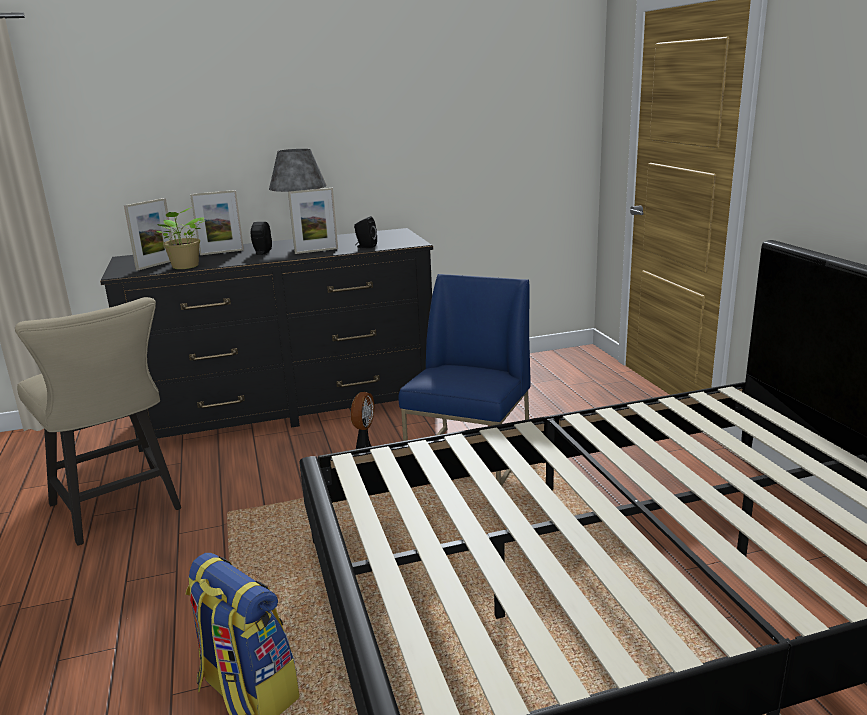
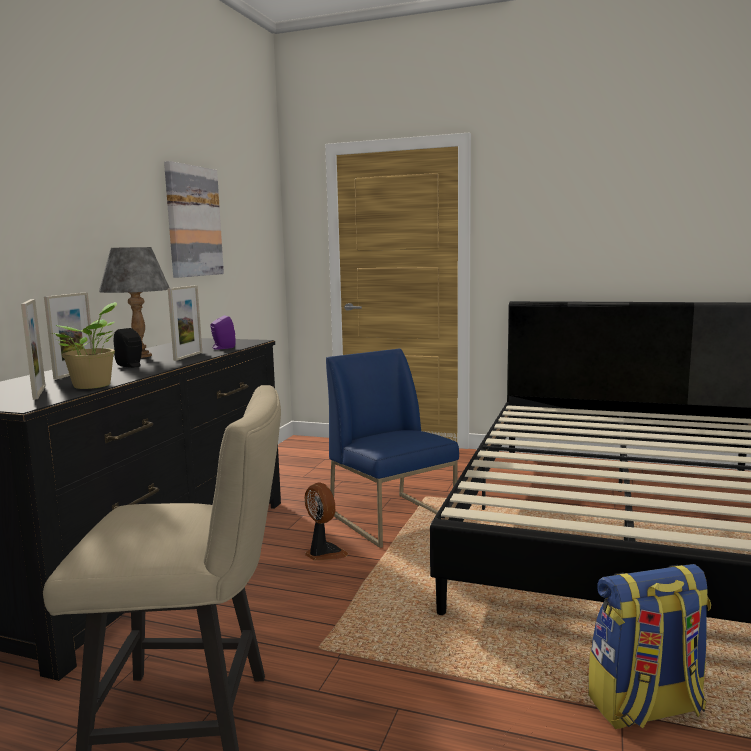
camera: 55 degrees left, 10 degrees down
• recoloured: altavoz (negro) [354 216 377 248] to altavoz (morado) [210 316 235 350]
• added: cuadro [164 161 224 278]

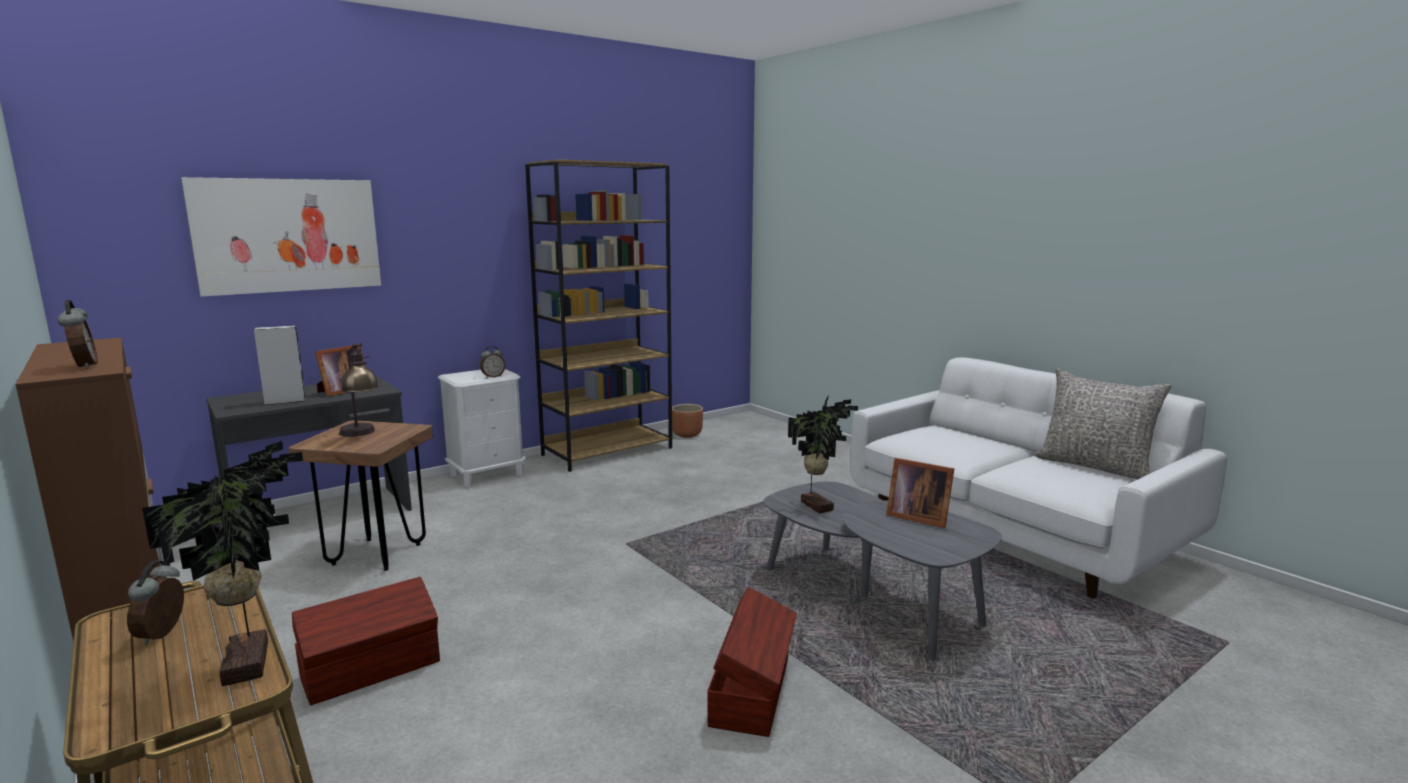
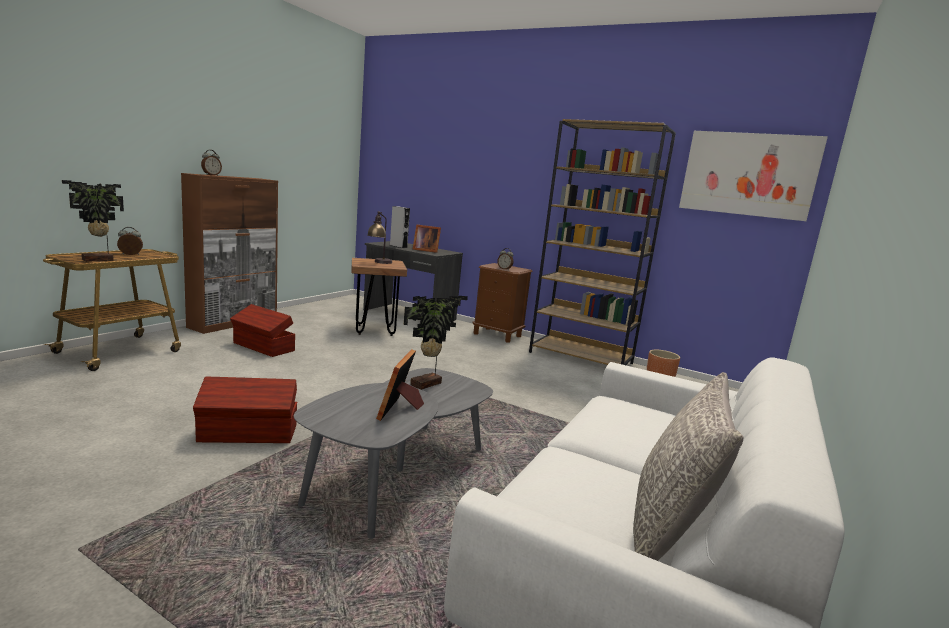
camera: 65 degrees right, 0 degrees up
• moved: cuadro [181 177 381 297] to [679 131 828 221]
• recoloured: mesita de noche (blanco) [438 369 526 488] to mesita de noche (marrón) [472 263 533 343]

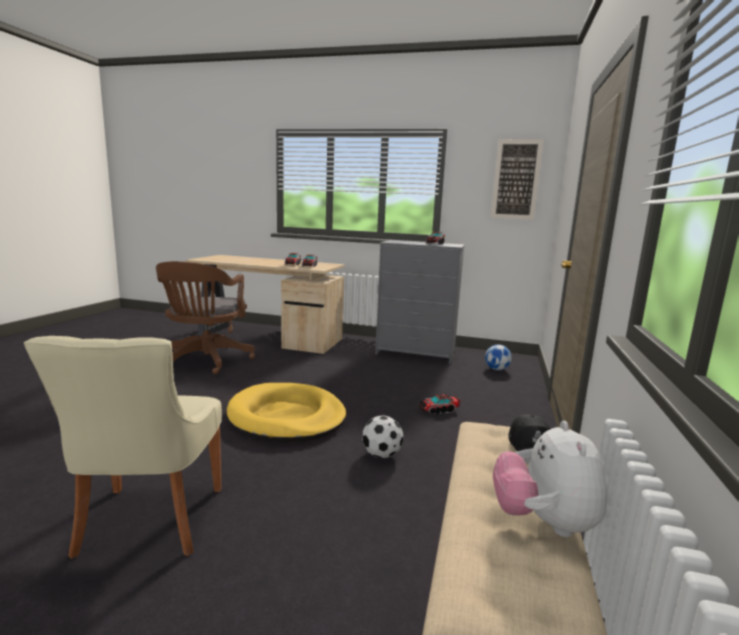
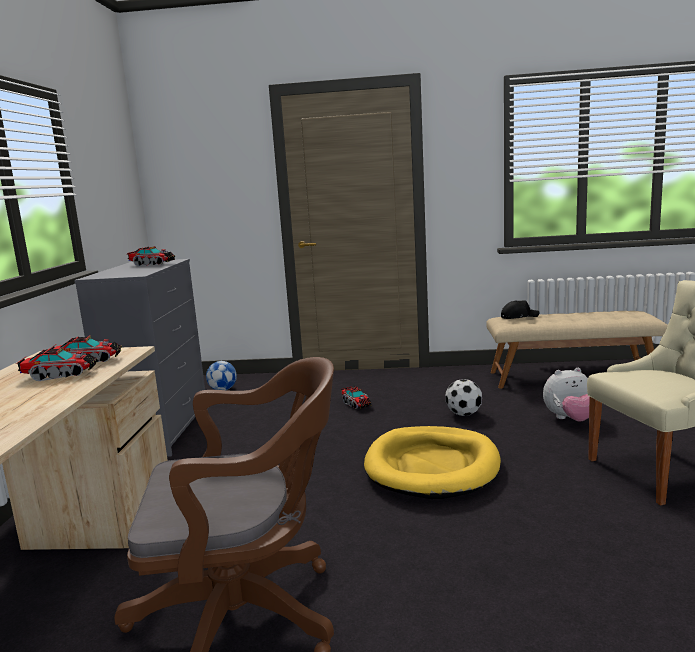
camera: 100 degrees left, 0 degrees up
• removed: cuadro [490 139 544 220]
• moved: peluche [493 421 607 537] to [543 368 590 421]

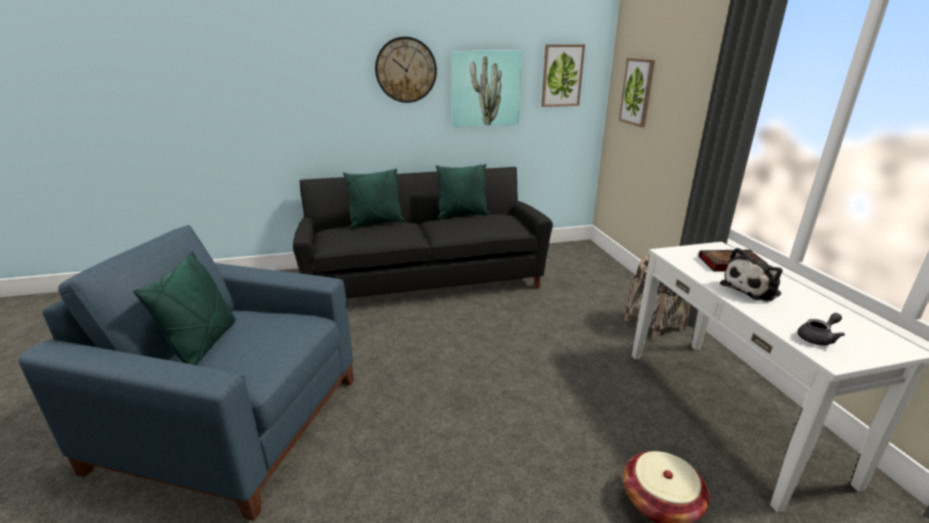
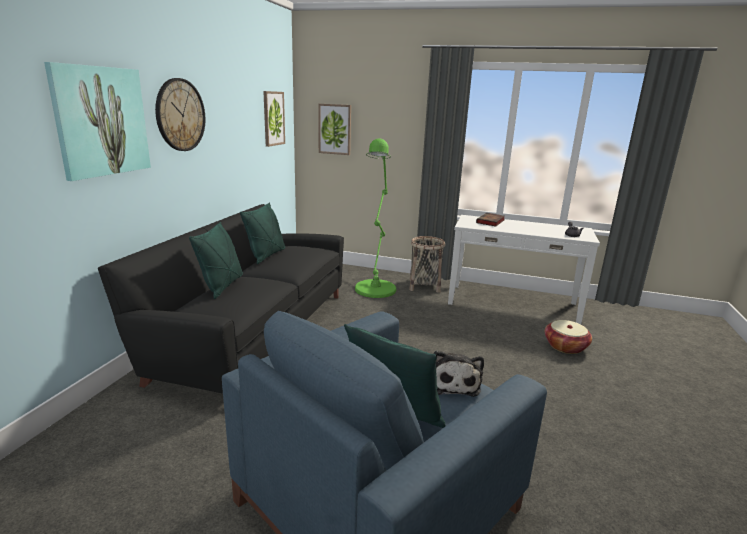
camera: 60 degrees left, 5 degrees down
• moved: cuadro [452 51 522 127] to [44 62 151 181]
• moved: peluche [720 248 782 302] to [433 350 484 397]
• added: lámpara de pie (verde) [355 139 396 298]

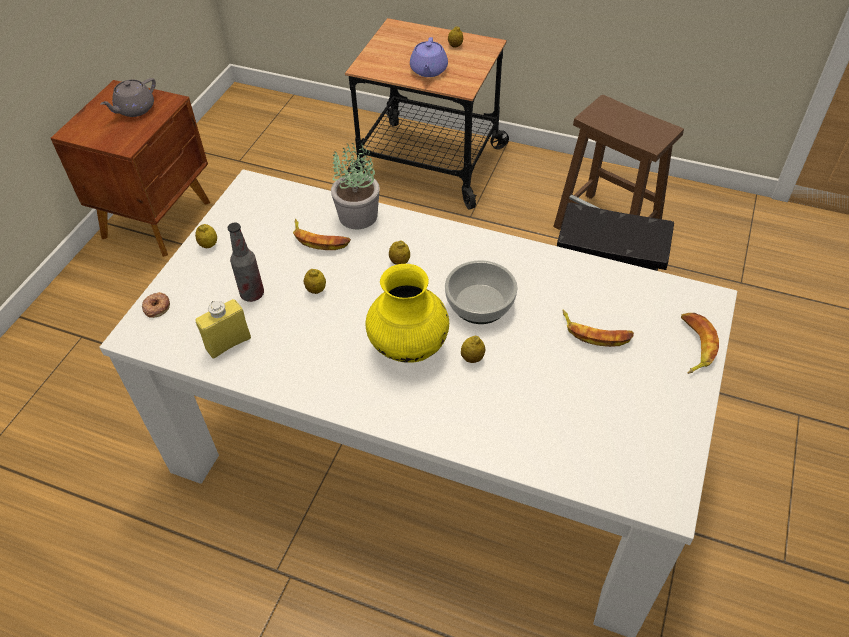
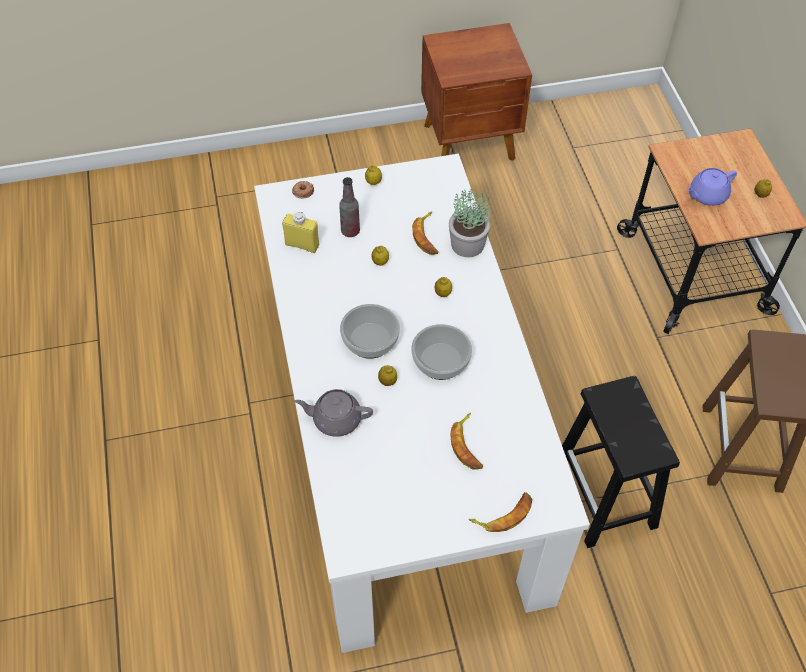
camera: 55 degrees right, 5 degrees up
• moved: tetera (gris) [100 78 156 117] to [294 389 373 437]
• replaced: florero (amarillo) [366 264 449 363] to cuenco [340 304 400 359]

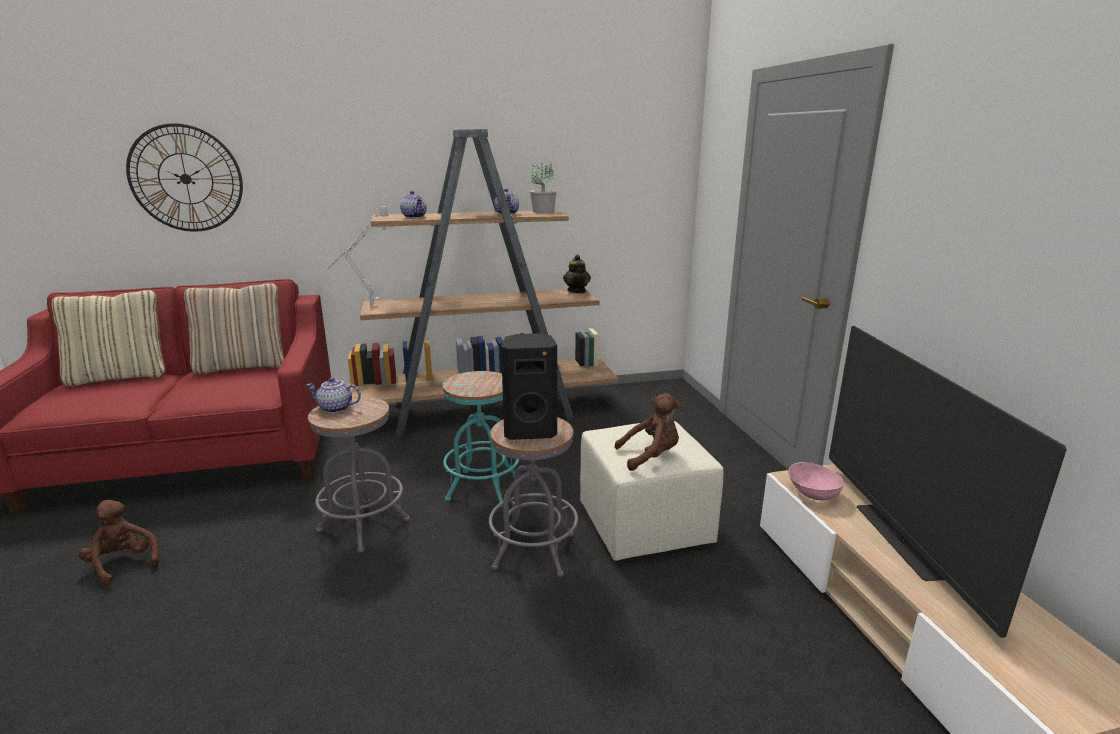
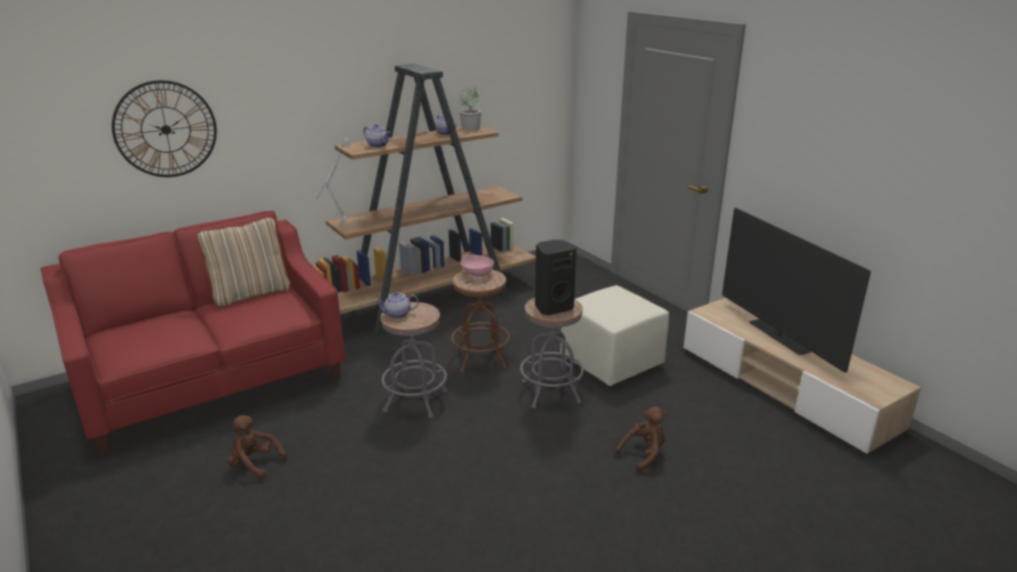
camera: 20 degrees left, 5 degrees up
• removed: tetera [563 255 591 293]
• removed: cojín (beis) [51 290 166 387]
• recoloured: taburete (turquesa) [443 371 519 507] to taburete (marrón) [451 270 510 373]
• moved: peluche (marrón) [614 393 681 471] to [615 407 667 472]
• moved: cuenco (rosa) [788 462 844 500] to [460 255 494 277]

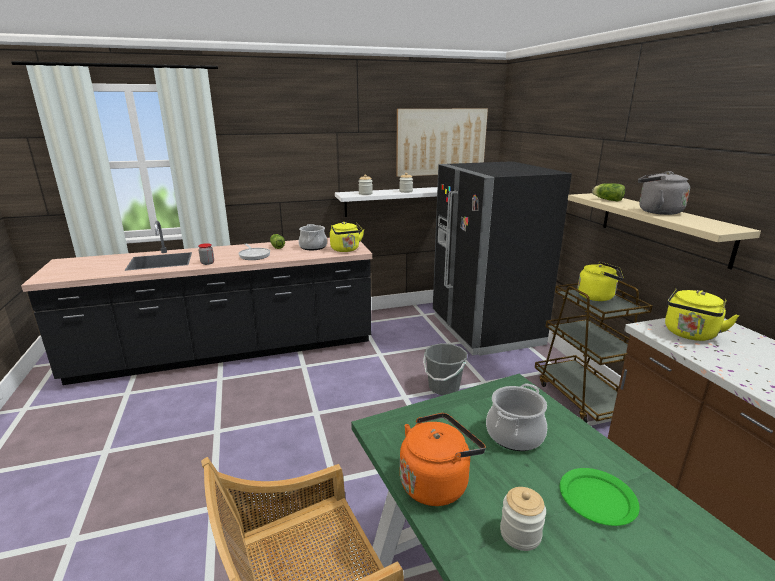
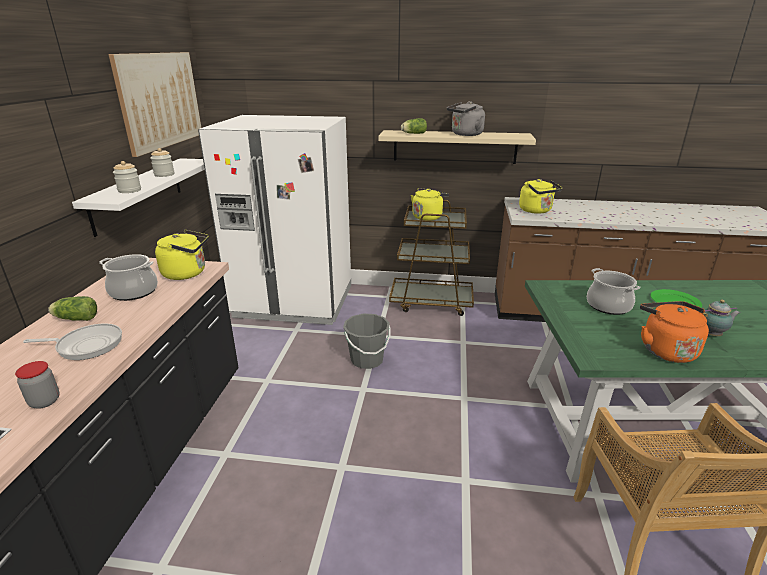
camera: 65 degrees left, 5 degrees up
• recoloured: nevera (negro) [433 161 572 356] to nevera (blanco) [198 115 351 325]
• replaced: tarro [500 487 546 551] to tetera [703 299 740 336]

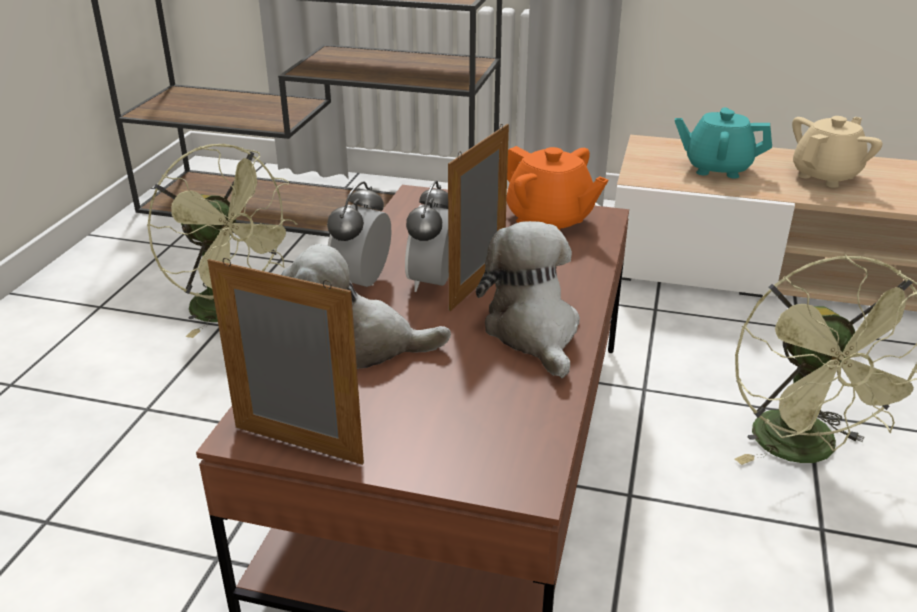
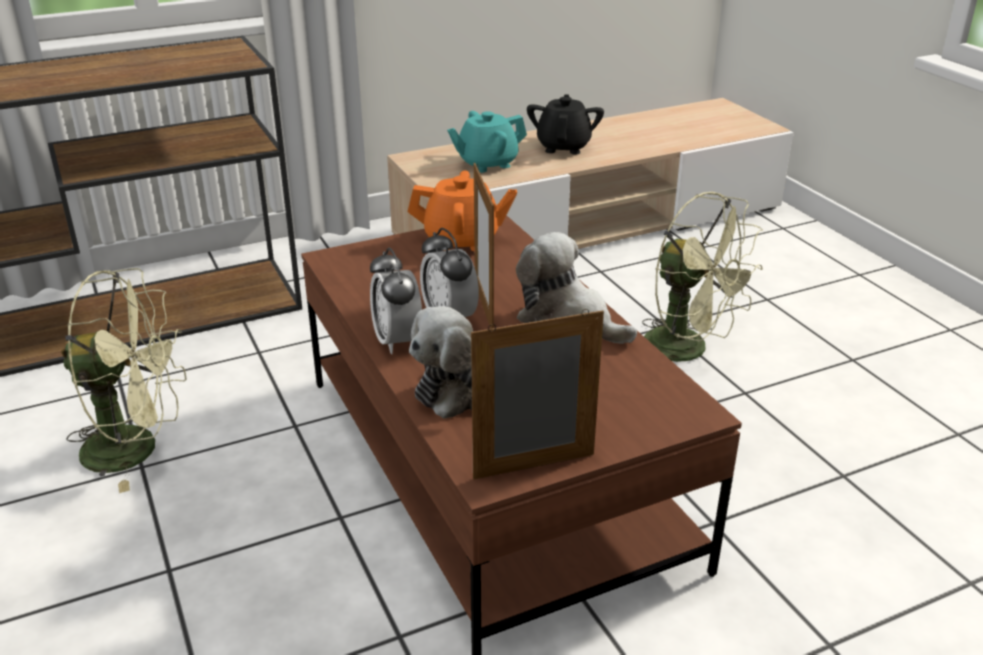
camera: 40 degrees left, 0 degrees up
• recoloured: tetera (beis) [792 116 882 188] to tetera (negro) [527 94 604 155]

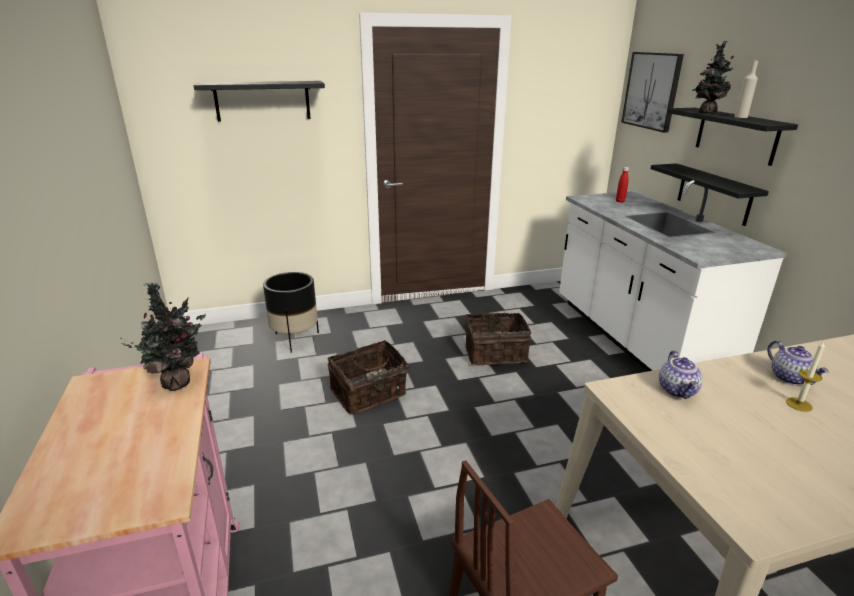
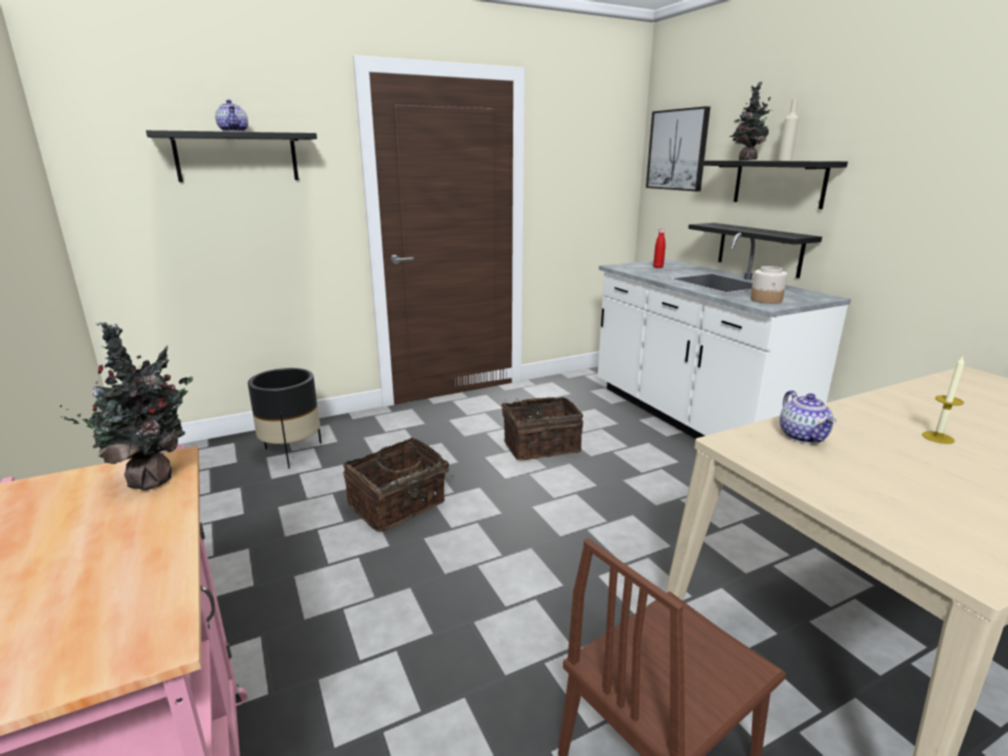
camera: 10 degrees left, 5 degrees down
• moved: tetera [767 340 829 385] to [215 100 248 132]
• added: tarro [750 266 787 304]

